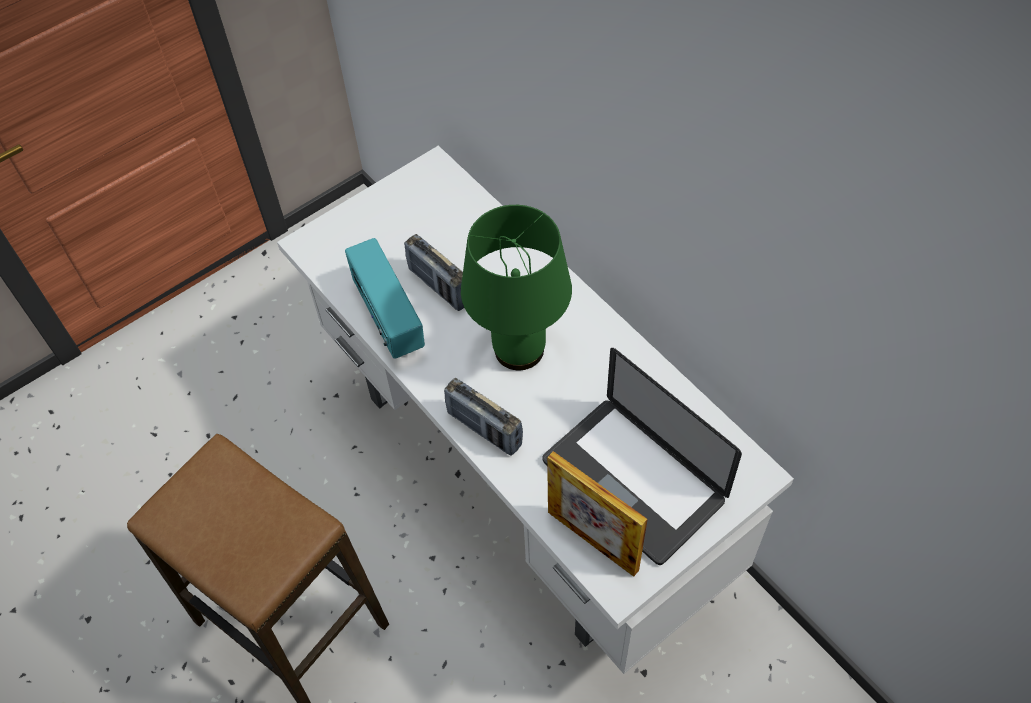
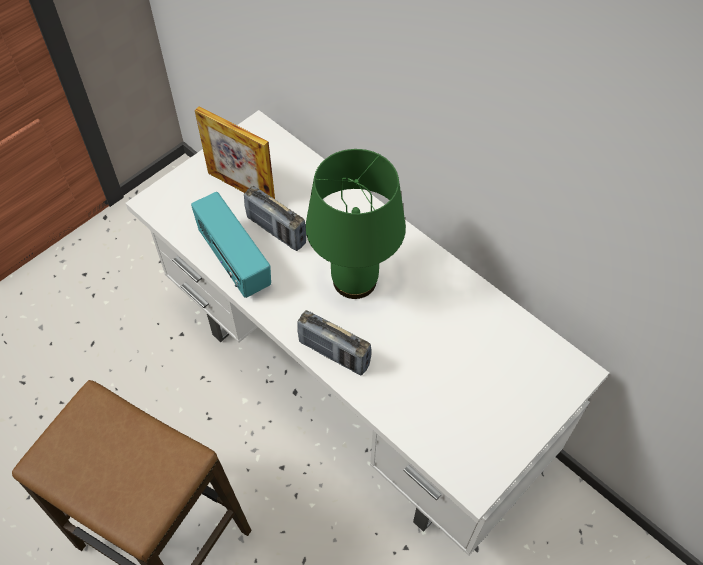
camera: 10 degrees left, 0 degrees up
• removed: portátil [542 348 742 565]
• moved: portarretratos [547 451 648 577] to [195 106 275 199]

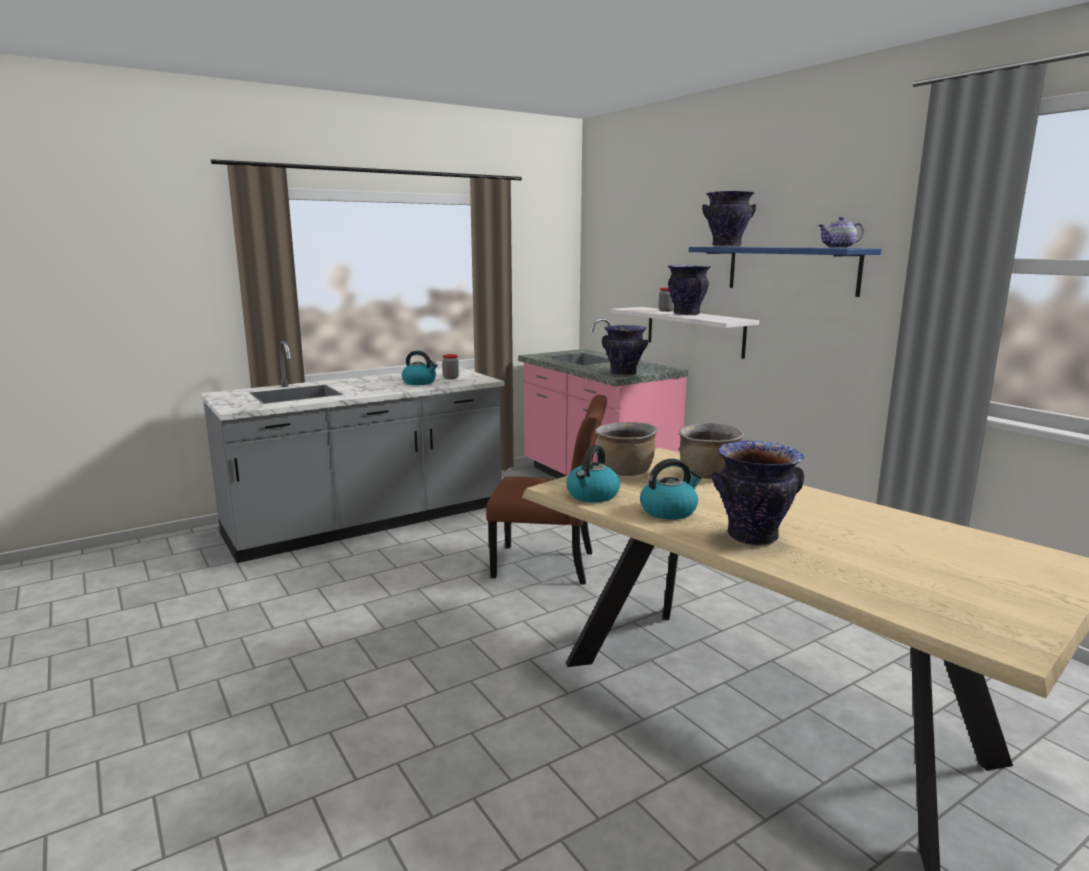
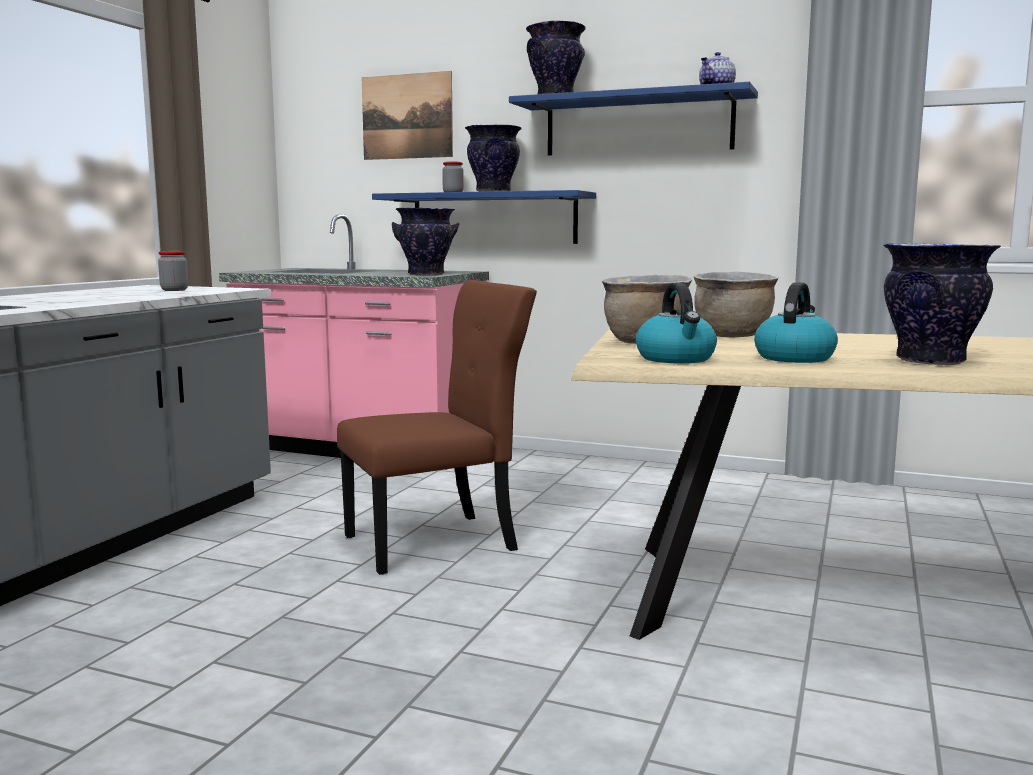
camera: 35 degrees left, 5 degrees down
• recoloured: estante (blanco) [611 307 759 359] to estante (azul) [372 190 596 244]
• removed: hervidor [402 351 438 385]
• added: cuadro [362 71 453 160]

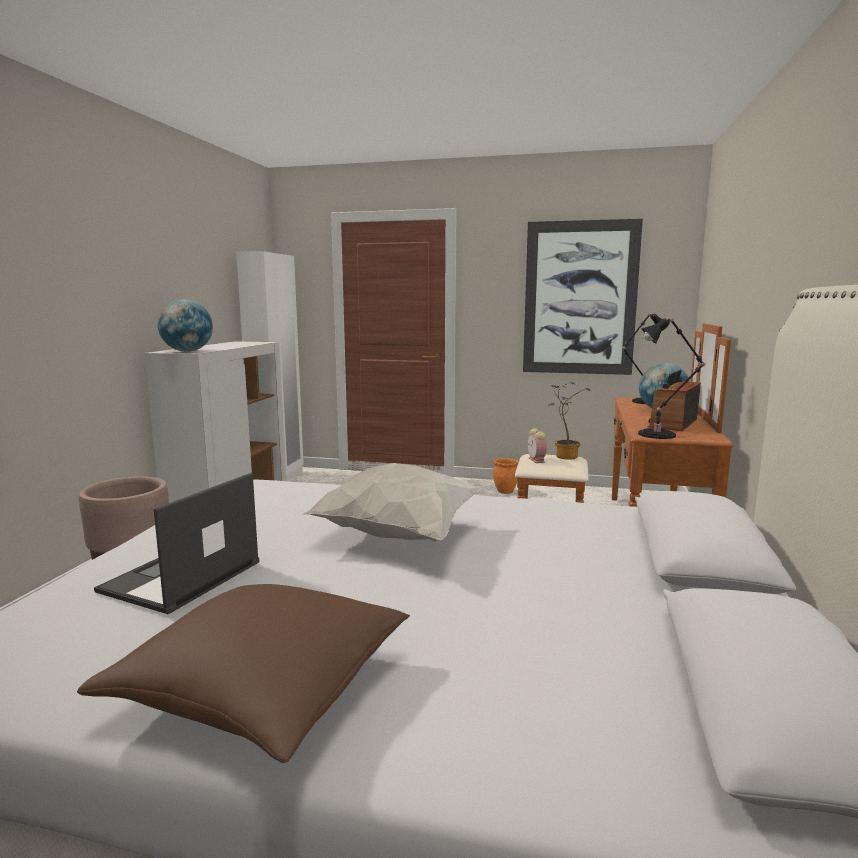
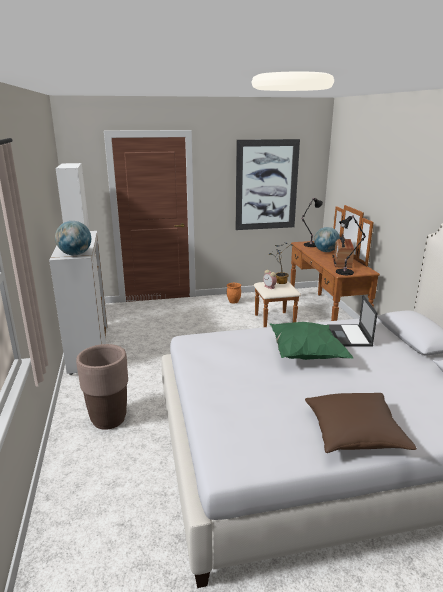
camera: 25 degrees left, 10 degrees up
• recoloured: cojín (blanco) [303 463 486 542] to cojín (verde) [270 322 353 360]
• moved: portátil [94 473 260 614] to [327 295 378 346]

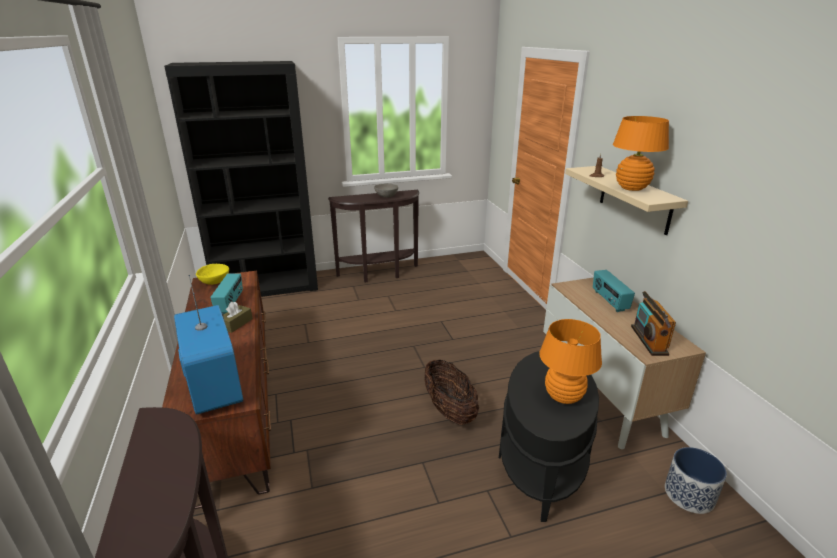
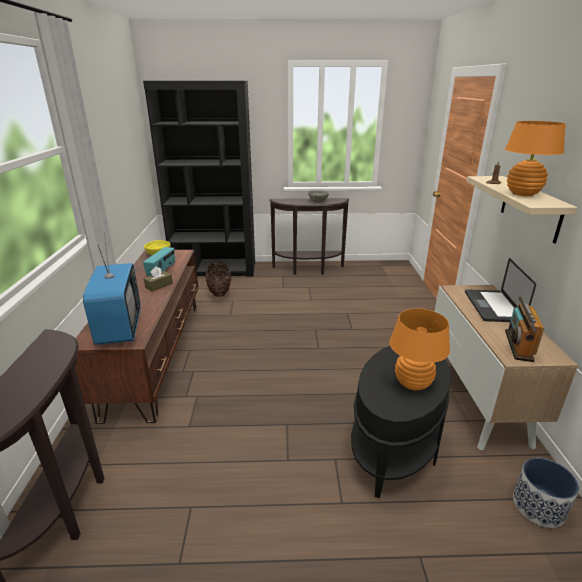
camera: 15 degrees right, 0 degrees up
• replaced: radio [593 270 635 312] to portátil [465 258 536 322]
• moved: cesta [424 360 479 425] to [205 262 231 297]

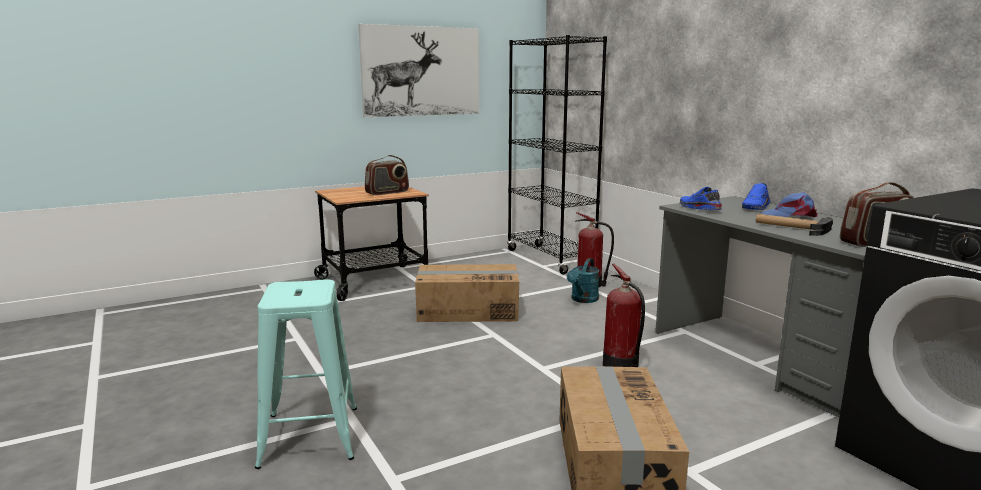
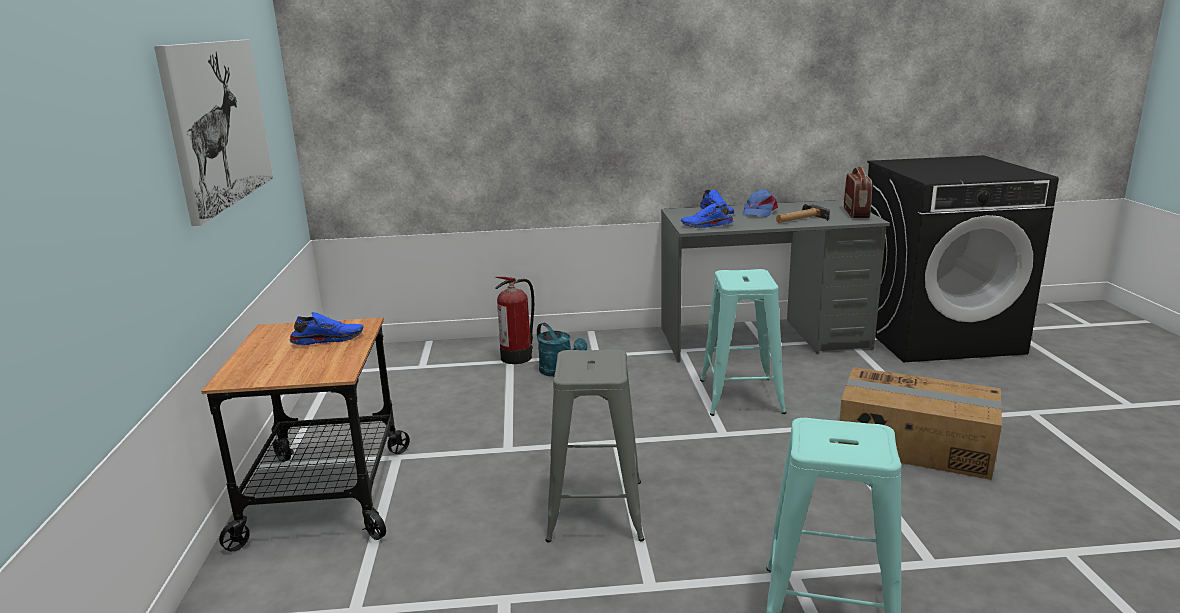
camera: 65 degrees left, 5 degrees up
• removed: estantería (negro) [507 35 607 274]
• replaced: radio [365 155 409 195] to zapato (azul) [290 312 364 345]
• removed: caja de cartón [415 264 519 322]
• replaced: extintor [603 264 645 367] to taburete (turquesa) [700 269 786 416]
• added: taburete (gris) [545 349 645 542]

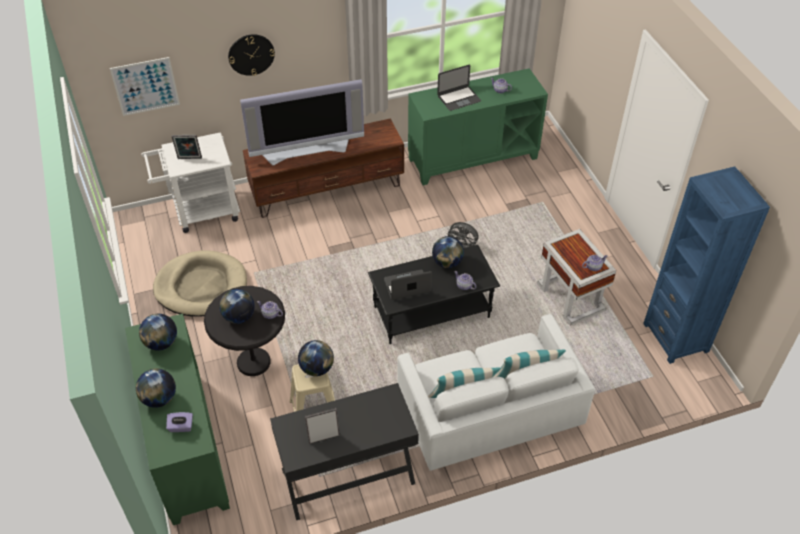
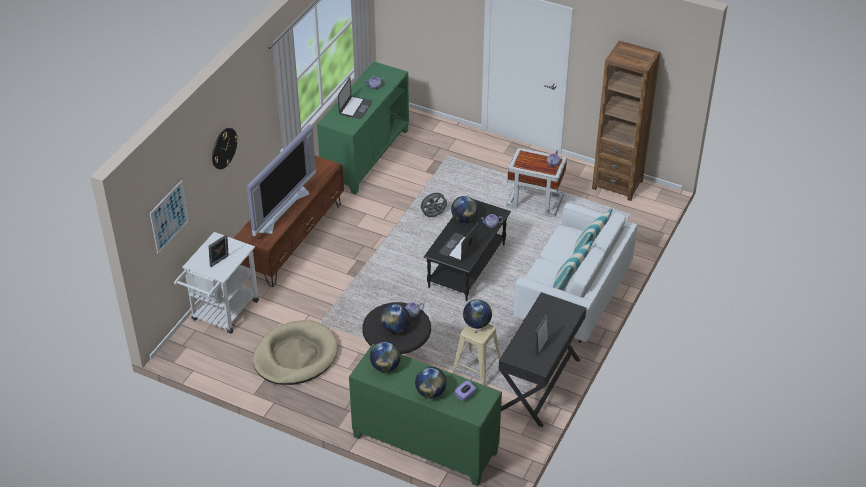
camera: 45 degrees left, 5 degrees down
• recoloured: estantería (azul) [643 166 770 364] to estantería (marrón) [592 41 660 201]

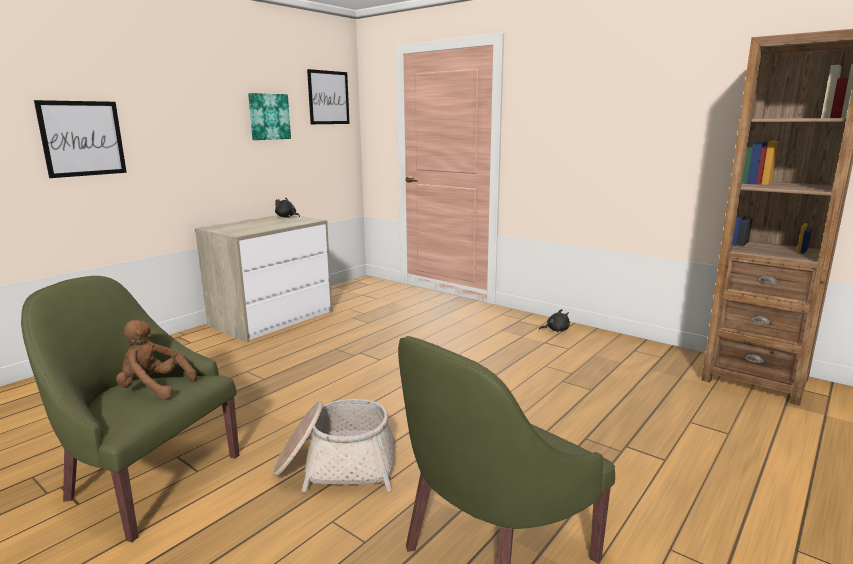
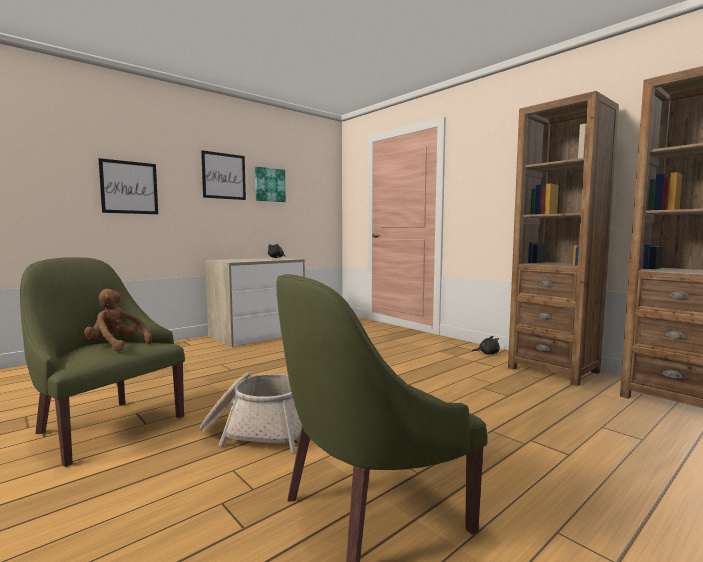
camera: 10 degrees right, 10 degrees down
• moved: cuadro [307 69 350 124] to [201 150 246 200]
• added: estantería (marrón) [508 91 619 386]

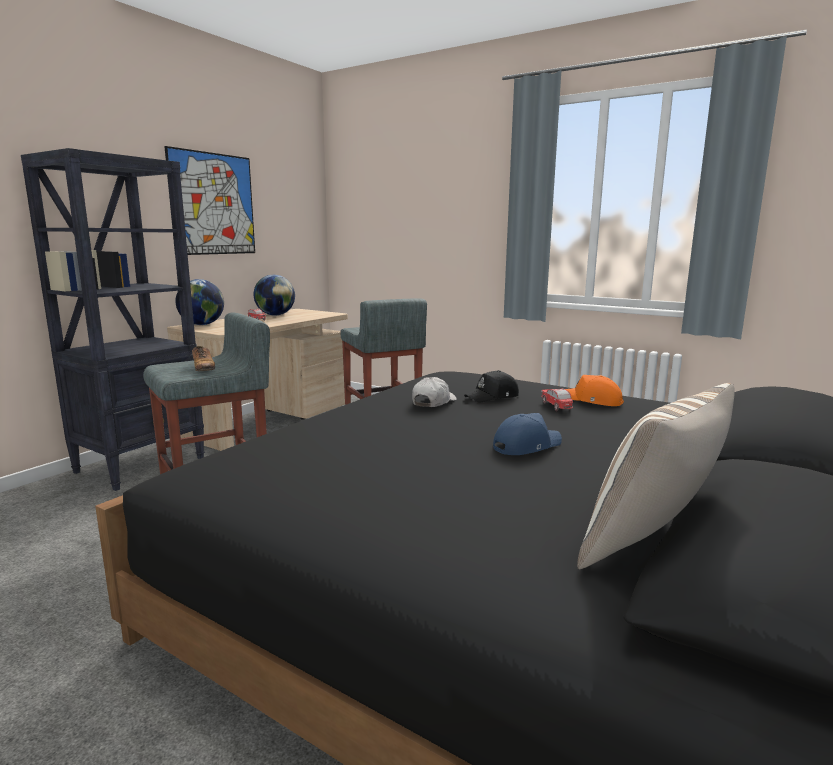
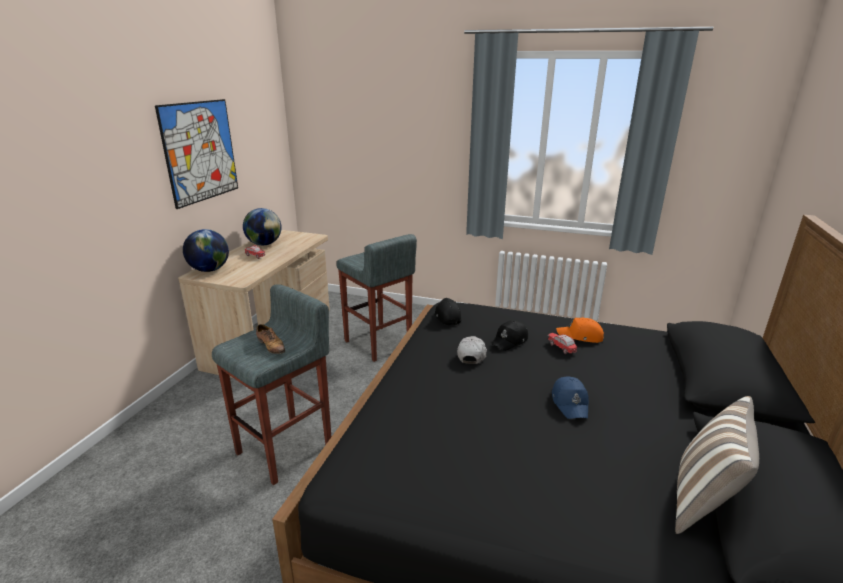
camera: 15 degrees left, 10 degrees up
• removed: estantería (negro) [21 148 205 491]
• turned: gorra (azul) [493 413 562 455] = [552 377 589 419] 135 degrees clockwise
• added: gorra (negro) [435 298 461 325]

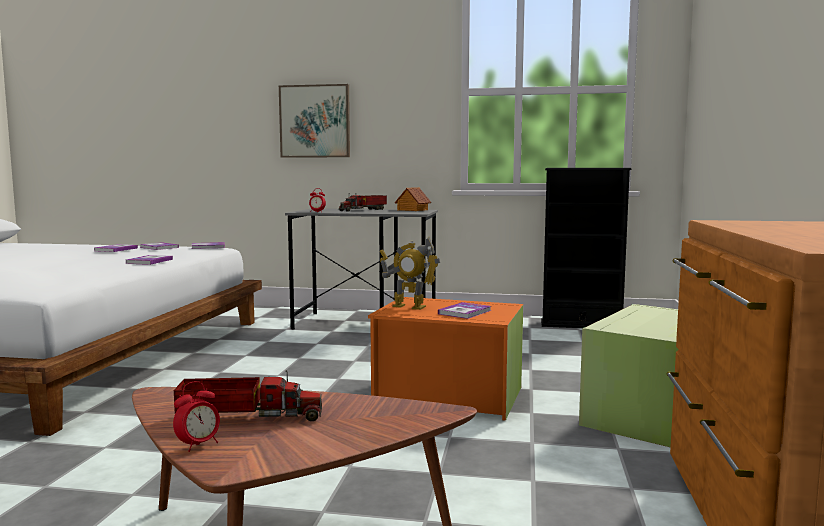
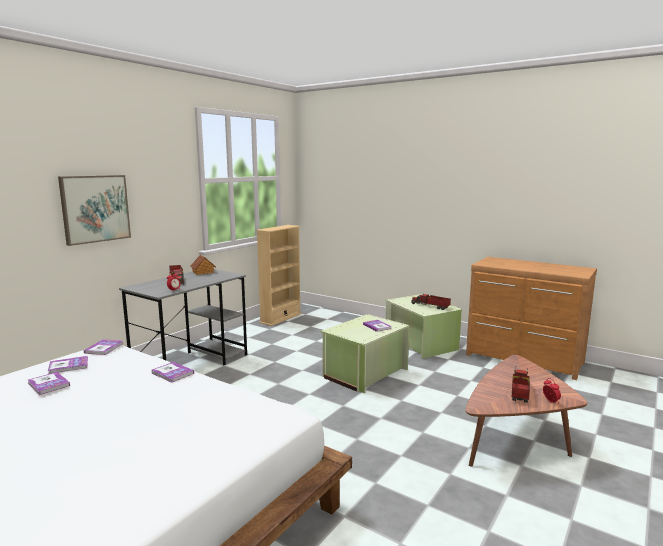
camera: 65 degrees left, 5 degrees up
• recoloured: estantería (negro) [541 168 632 328] to estantería (beis) [256 225 302 326]
• removed: robot de juguete [380 237 440 310]
• recoloured: caja de almacenaje (naranja) [368 297 523 421] to caja de almacenaje (verde) [321 314 410 393]
• added: camión de juguete [411 292 451 310]

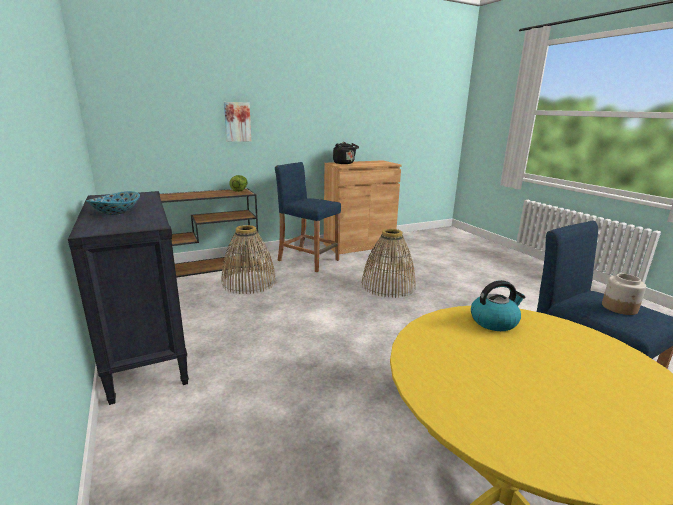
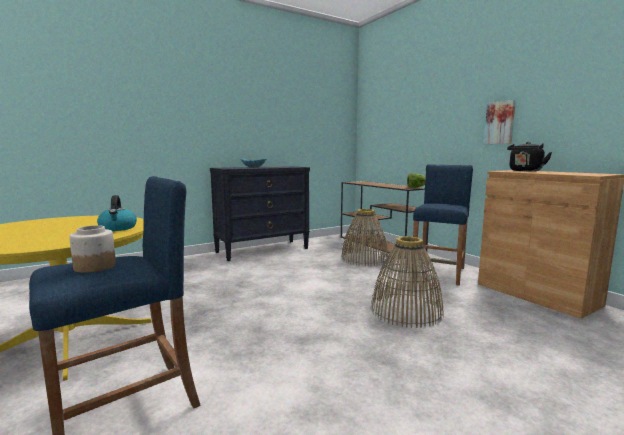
camera: 85 degrees right, 10 degrees down
• moved: cuadro [224 102 251 142] to [484 100 516 144]

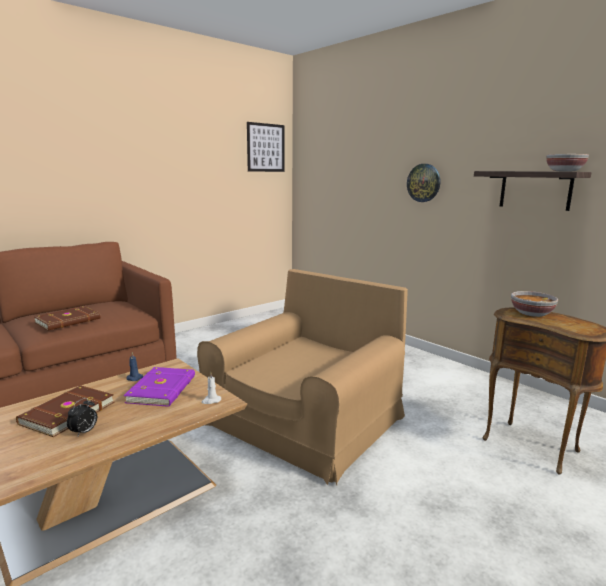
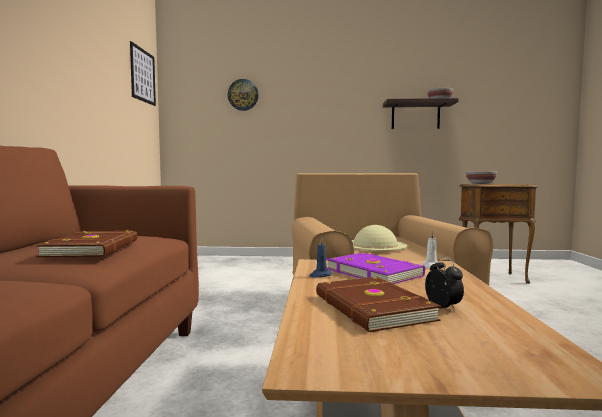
camera: 45 degrees left, 10 degrees down
• moved: reloj de pared [407 164 440 202] to [228 79 259 111]
• added: sombrero (beis) [352 225 407 251]

